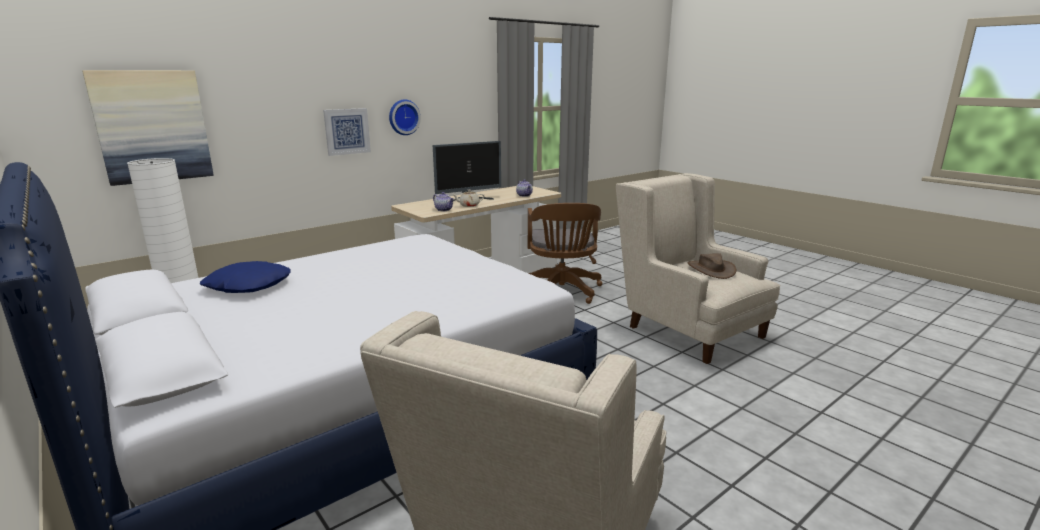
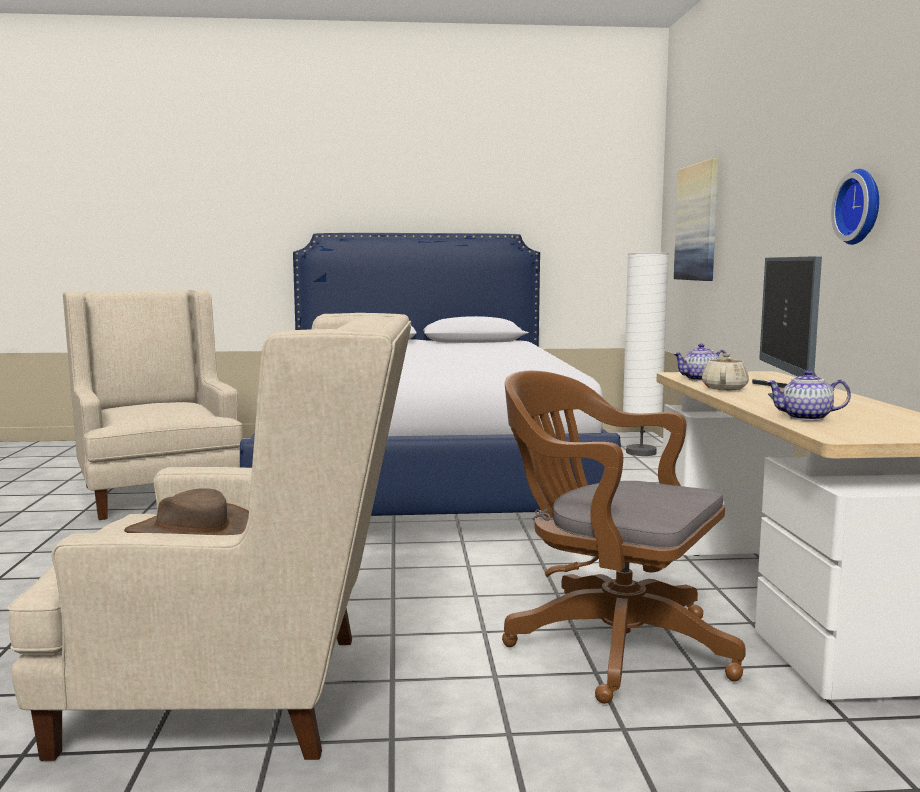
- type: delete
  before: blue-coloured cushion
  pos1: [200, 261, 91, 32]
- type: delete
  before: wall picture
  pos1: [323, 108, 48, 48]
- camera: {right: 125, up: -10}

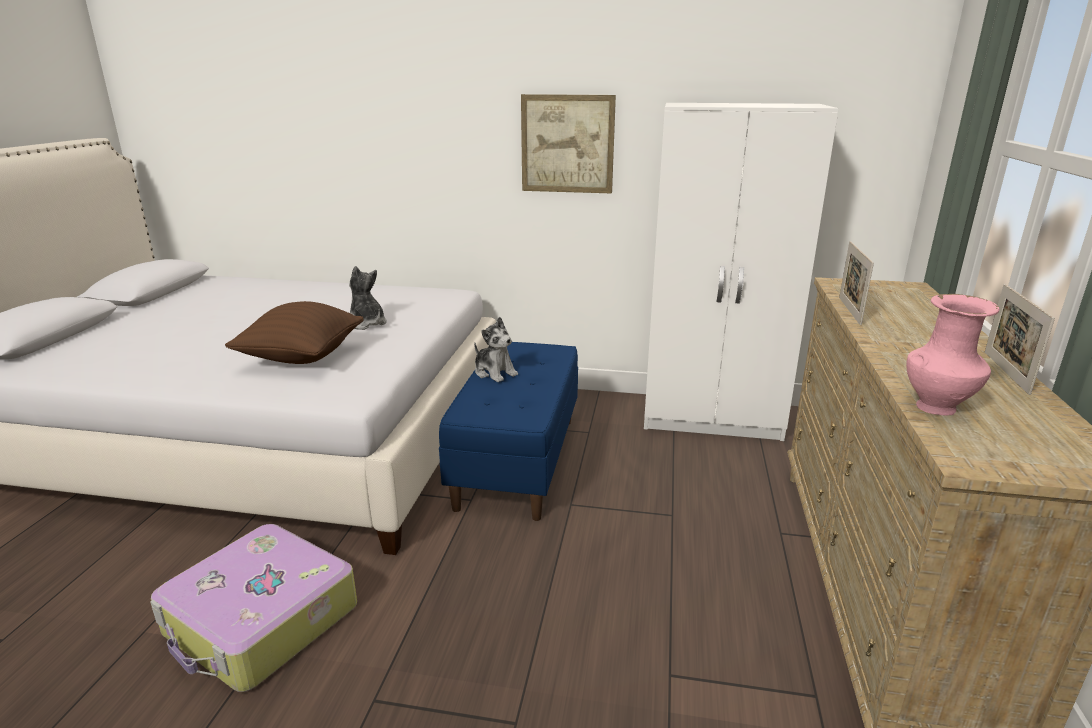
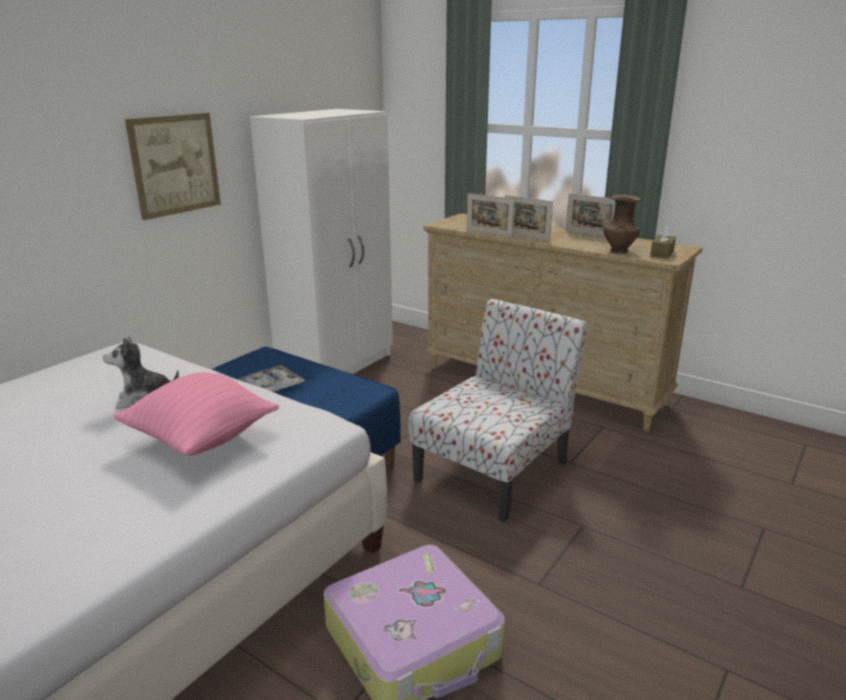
- type: recolor
  before: brownish cushion
  after: pink cushion
  pos1: [225, 301, 139, 63]
  pos2: [114, 372, 165, 83]
- type: replace
  before: soft toy
  after: carrying tray
  pos1: [474, 317, 44, 65]
  pos2: [237, 365, 68, 27]
- type: recolor
  before: pink vase
  after: brownish vase
  pos1: [906, 294, 94, 122]
  pos2: [604, 195, 37, 59]
- type: insert
  after: chair
  pos2: [408, 299, 180, 223]
- type: insert
  after: photo frame
  pos2: [505, 195, 48, 45]
- type: insert
  after: brownish box of tissues
  pos2: [650, 225, 26, 34]
- camera: {right: -65, up: 0}

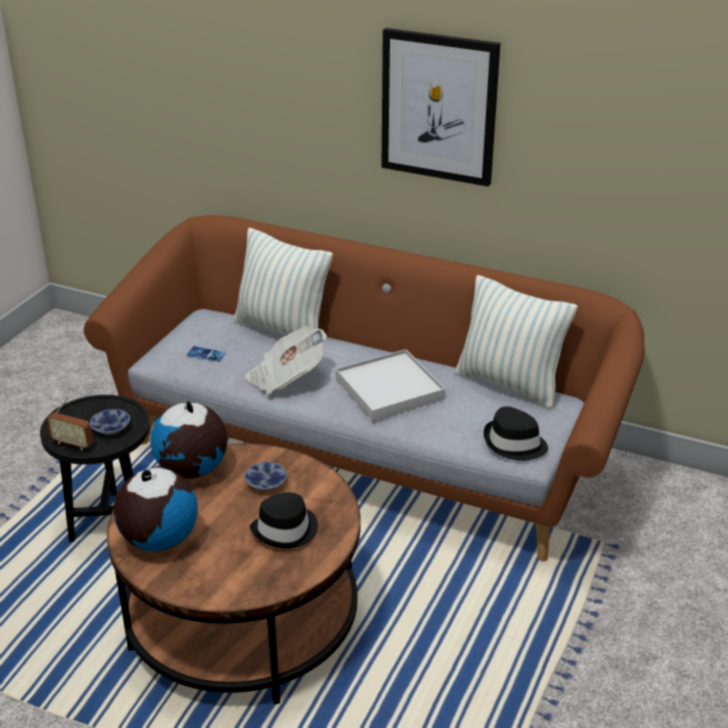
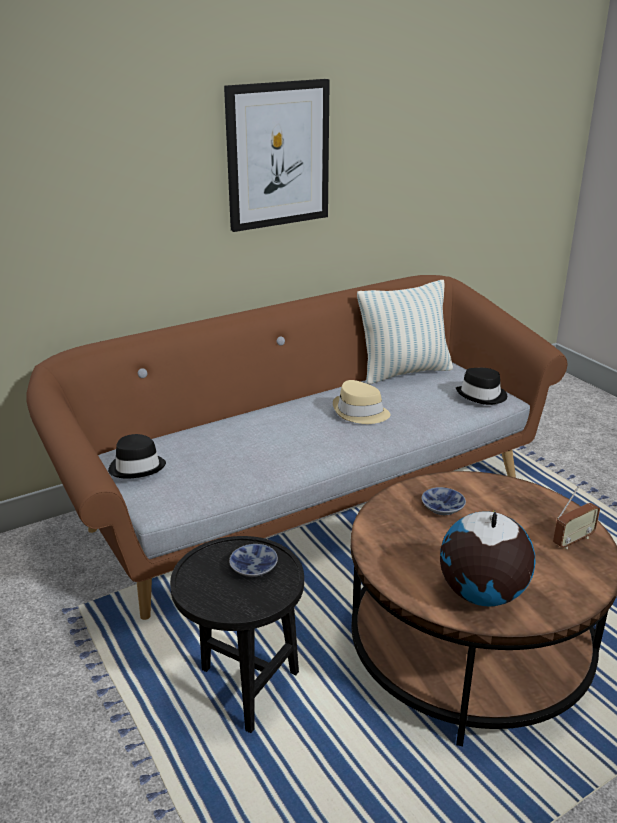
- type: move
  before: radio
  pos1: [47, 396, 46, 54]
  pos2: [553, 485, 47, 64]
- type: delete
  before: desk globe
  pos1: [150, 401, 77, 77]
- type: delete
  before: handset
  pos1: [187, 346, 39, 16]
- type: delete
  before: cushion
  pos1: [234, 228, 99, 107]
- type: delete
  before: printed paper
  pos1: [245, 326, 82, 69]
- type: move
  before: blackish wearable hat
  pos1: [250, 492, 68, 56]
  pos2: [108, 434, 58, 45]
- type: replace
  before: white carrying tray
  after: sand-coloured wearable hat
  pos1: [336, 349, 110, 72]
  pos2: [333, 380, 57, 44]
- camera: {right: -55, up: -5}

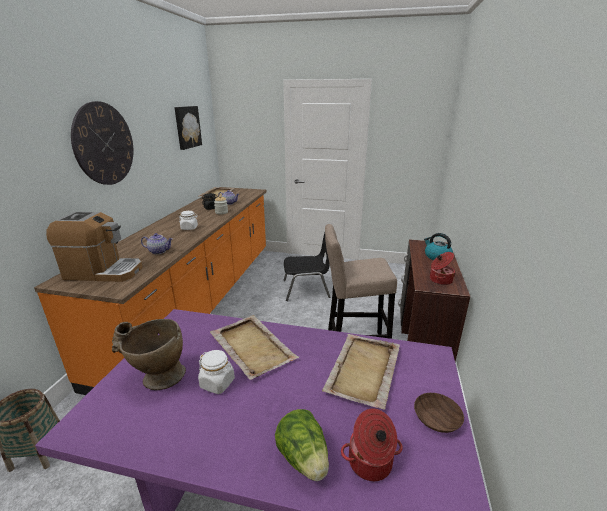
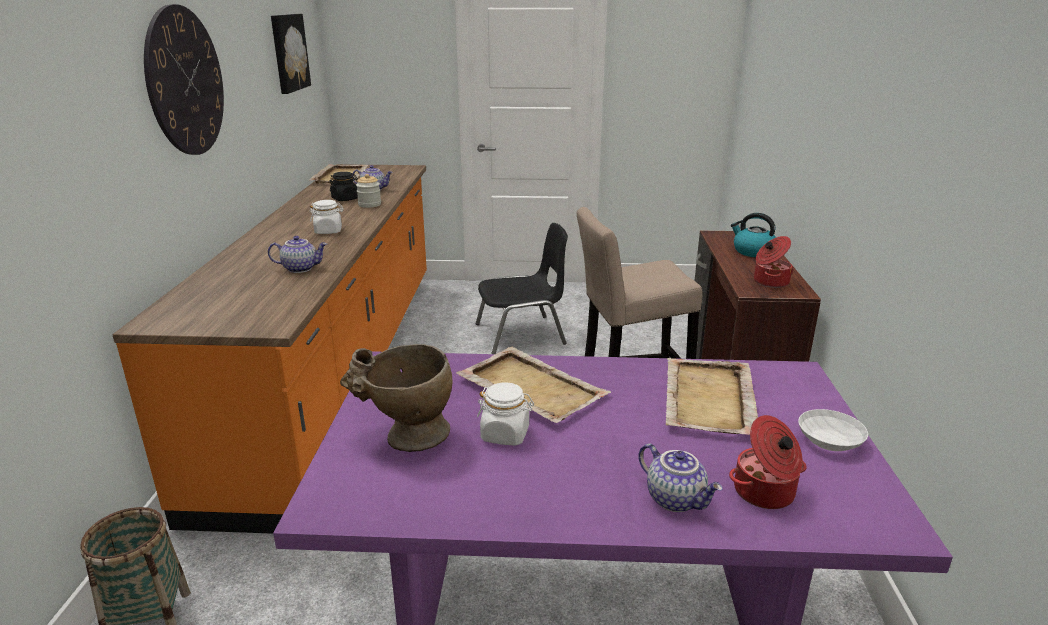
- type: delete
  before: coffee machine
  pos1: [46, 212, 97, 70]
- type: replace
  before: lettuce
  after: pot for tea
  pos1: [275, 409, 54, 72]
  pos2: [638, 444, 85, 68]
- type: recolor
  before: brownish serving bowl
  after: white serving bowl
  pos1: [414, 393, 50, 40]
  pos2: [798, 409, 70, 42]
- camera: {right: -10, up: 0}

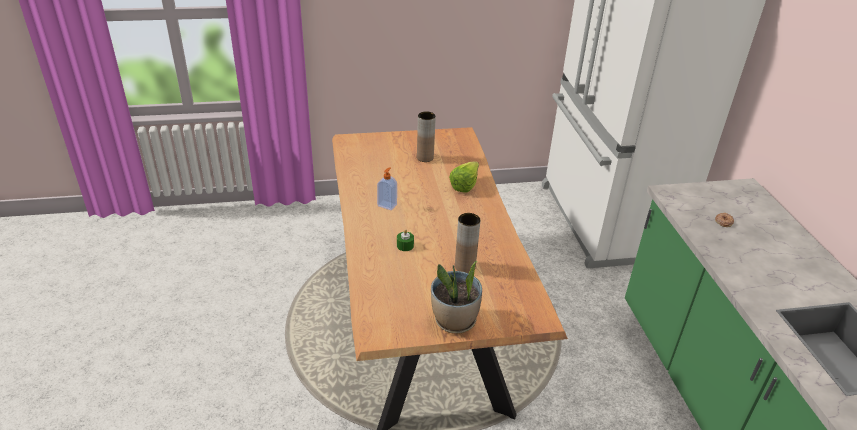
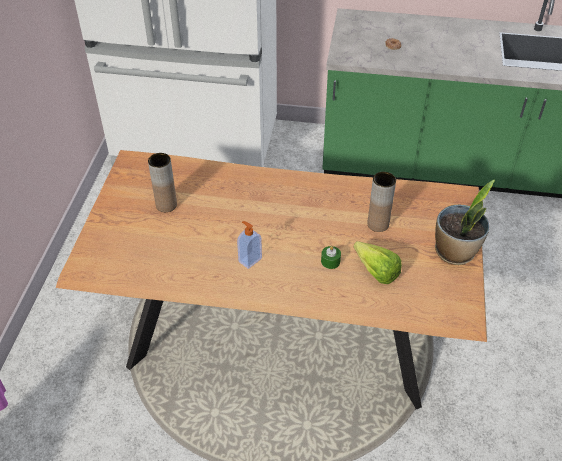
- type: move
  before: lettuce
  pos1: [449, 161, 30, 31]
  pos2: [354, 241, 48, 43]
- camera: {right: -70, up: 10}

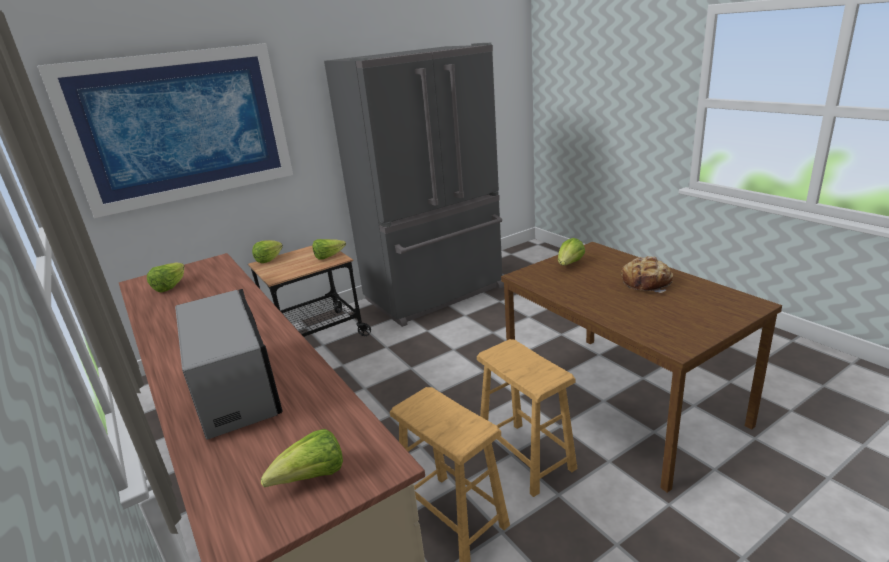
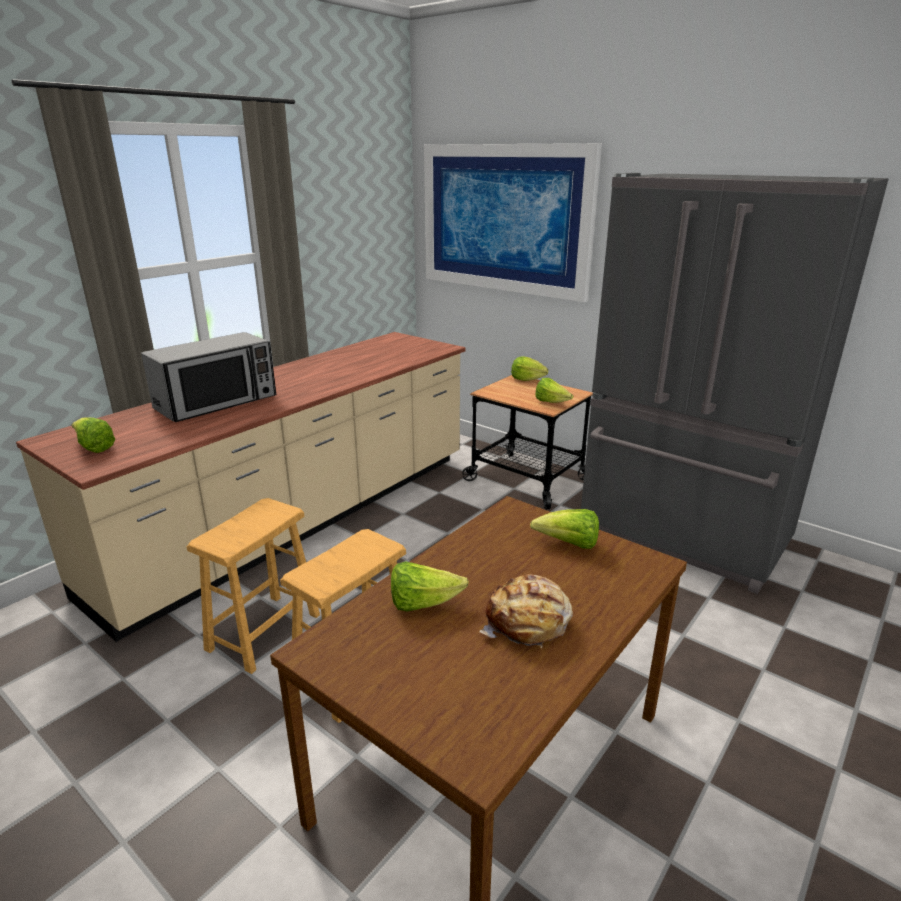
- type: move
  before: lettuce
  pos1: [147, 263, 38, 29]
  pos2: [391, 562, 78, 50]
- camera: {right: 70, up: 0}

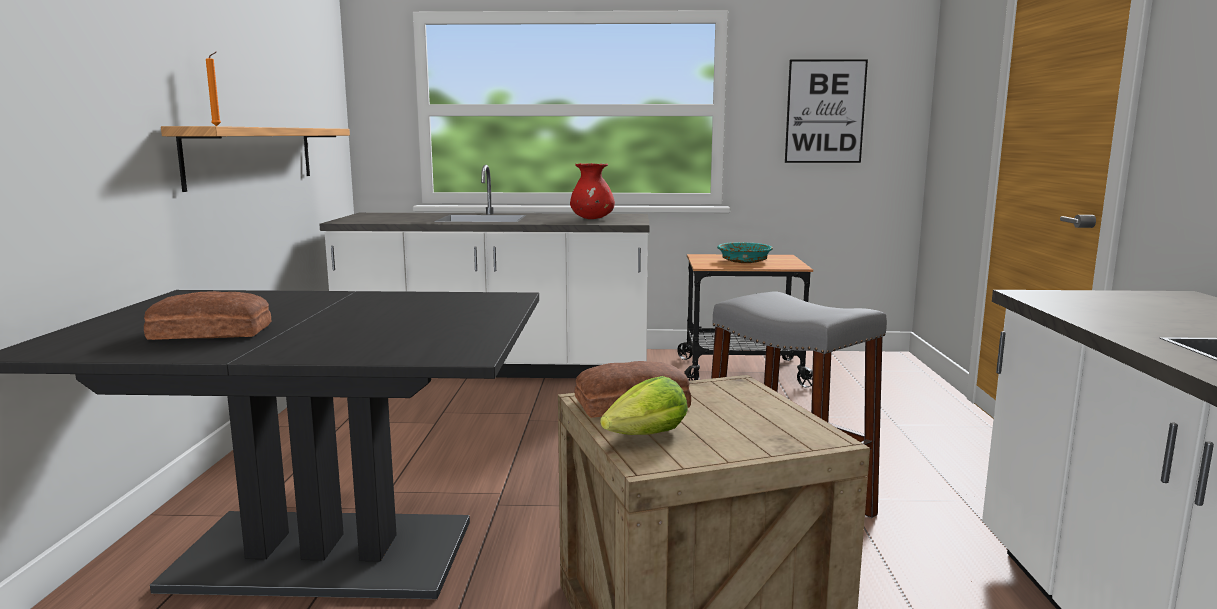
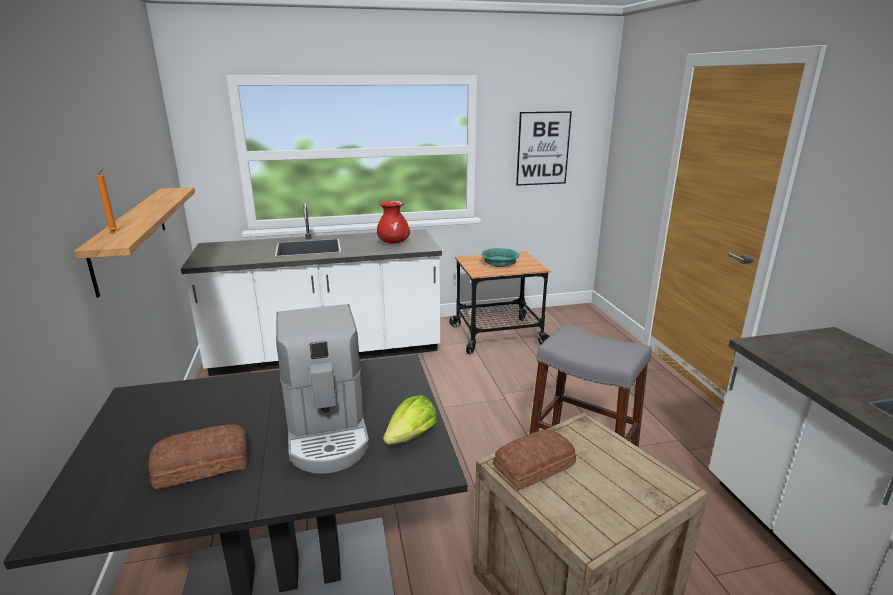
- type: move
  before: lettuce
  pos1: [600, 376, 88, 59]
  pos2: [383, 395, 54, 50]
- type: insert
  after: coffee machine
  pos2: [276, 304, 93, 169]
- camera: {right: -15, up: 10}

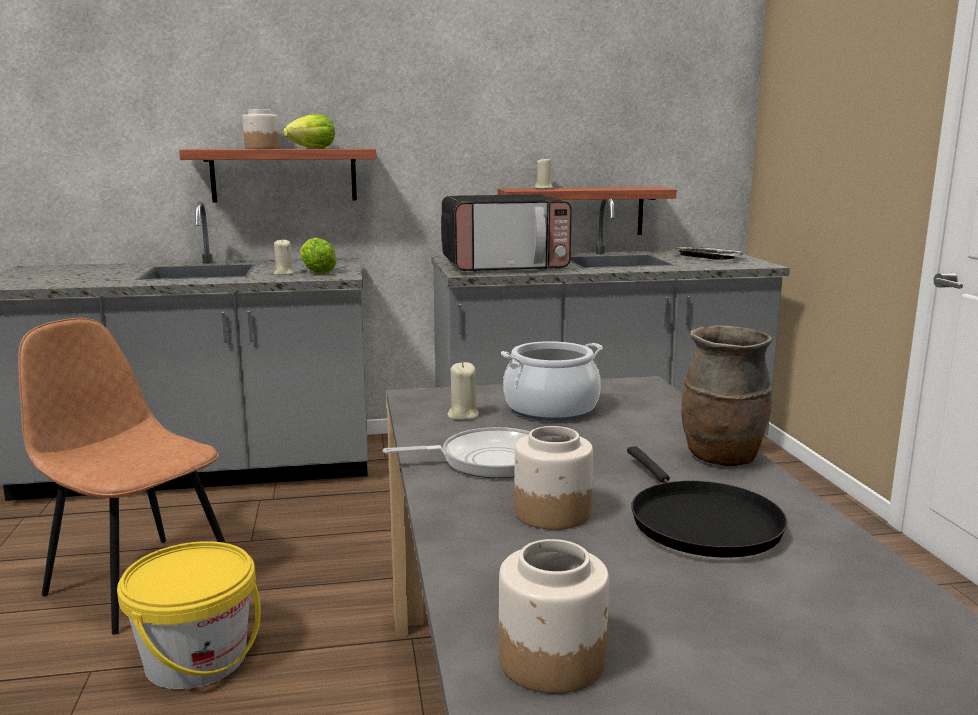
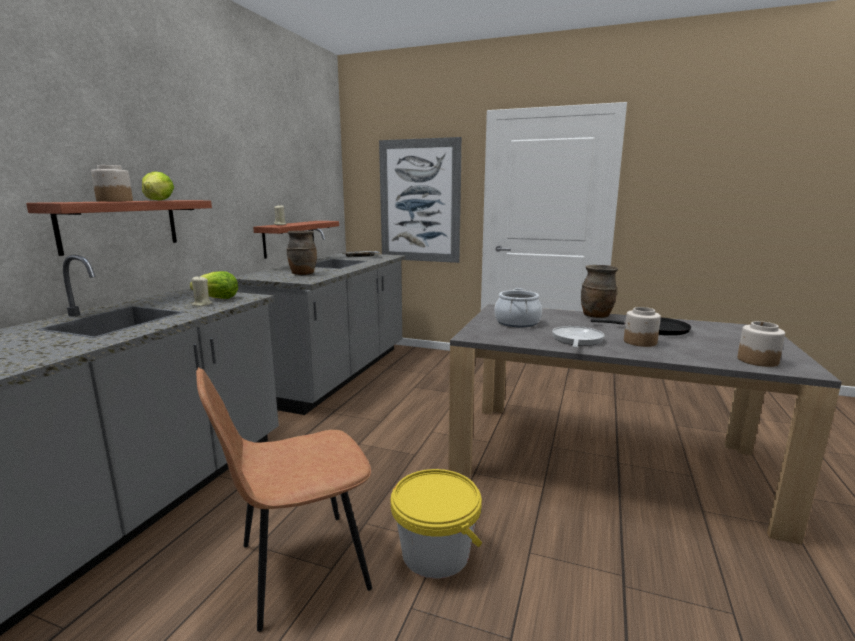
- type: replace
  before: microwave oven
  after: brownish vase
  pos1: [441, 195, 131, 76]
  pos2: [287, 231, 30, 44]
- type: delete
  before: sand-coloured wax light
  pos1: [447, 362, 32, 58]
- type: insert
  after: wall picture
  pos2: [379, 137, 83, 126]
- camera: {right: -60, up: 0}

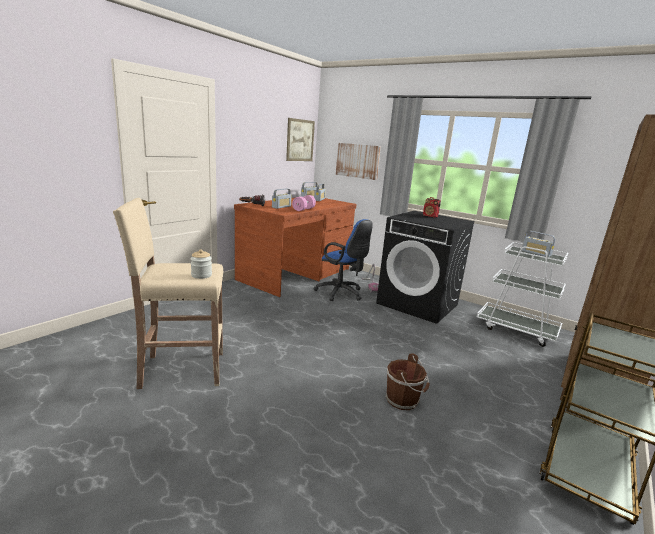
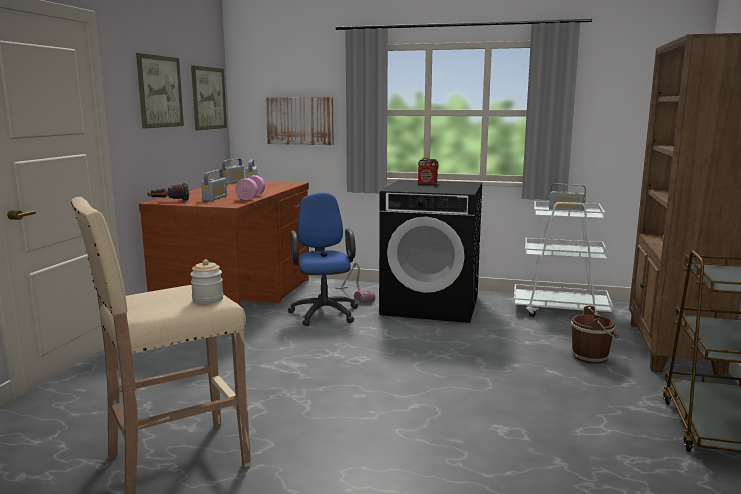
- type: rotate
  before: blue-coloured desk chair
  pos1: [314, 219, 59, 82]
  pos2: [288, 192, 70, 134]
  turn: -120
- type: move
  before: brownish bucket
  pos1: [385, 353, 45, 57]
  pos2: [571, 305, 47, 59]
- type: insert
  after: wall picture
  pos2: [136, 53, 48, 76]
- camera: {right: -20, up: -5}

